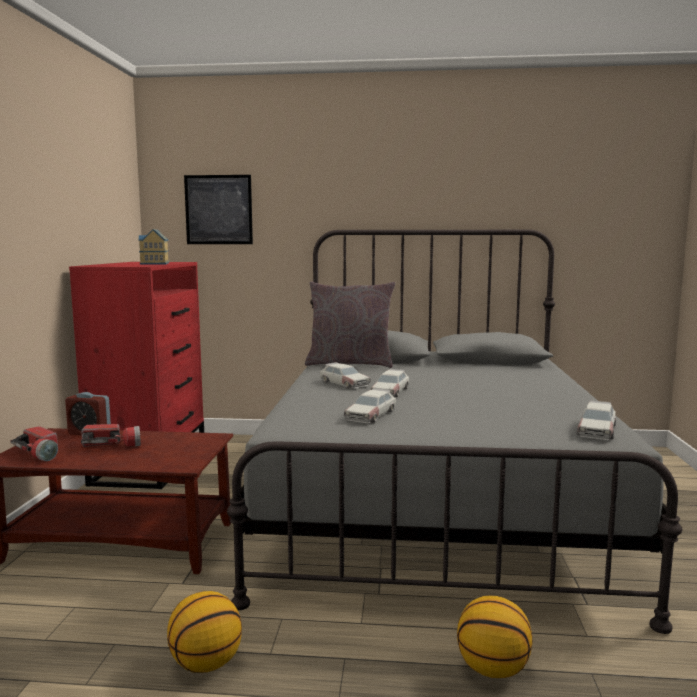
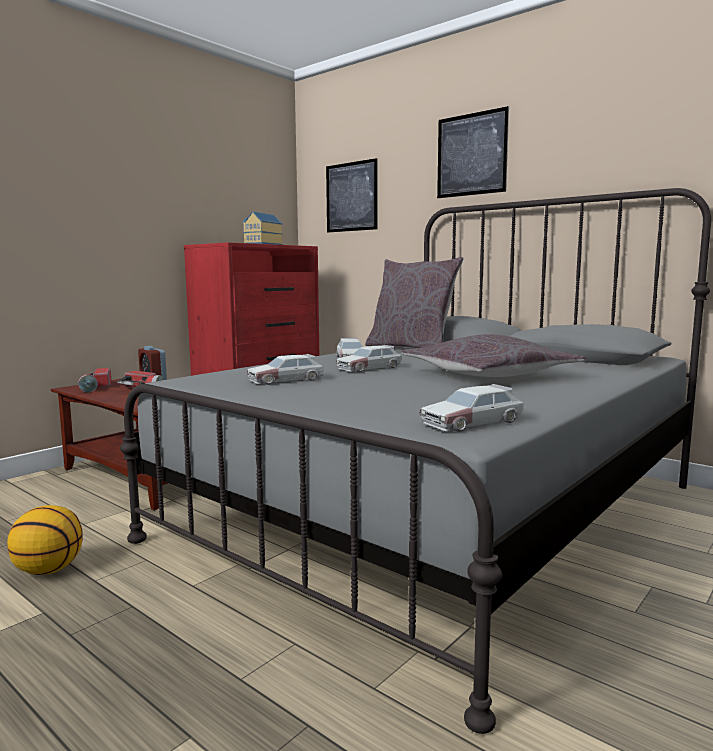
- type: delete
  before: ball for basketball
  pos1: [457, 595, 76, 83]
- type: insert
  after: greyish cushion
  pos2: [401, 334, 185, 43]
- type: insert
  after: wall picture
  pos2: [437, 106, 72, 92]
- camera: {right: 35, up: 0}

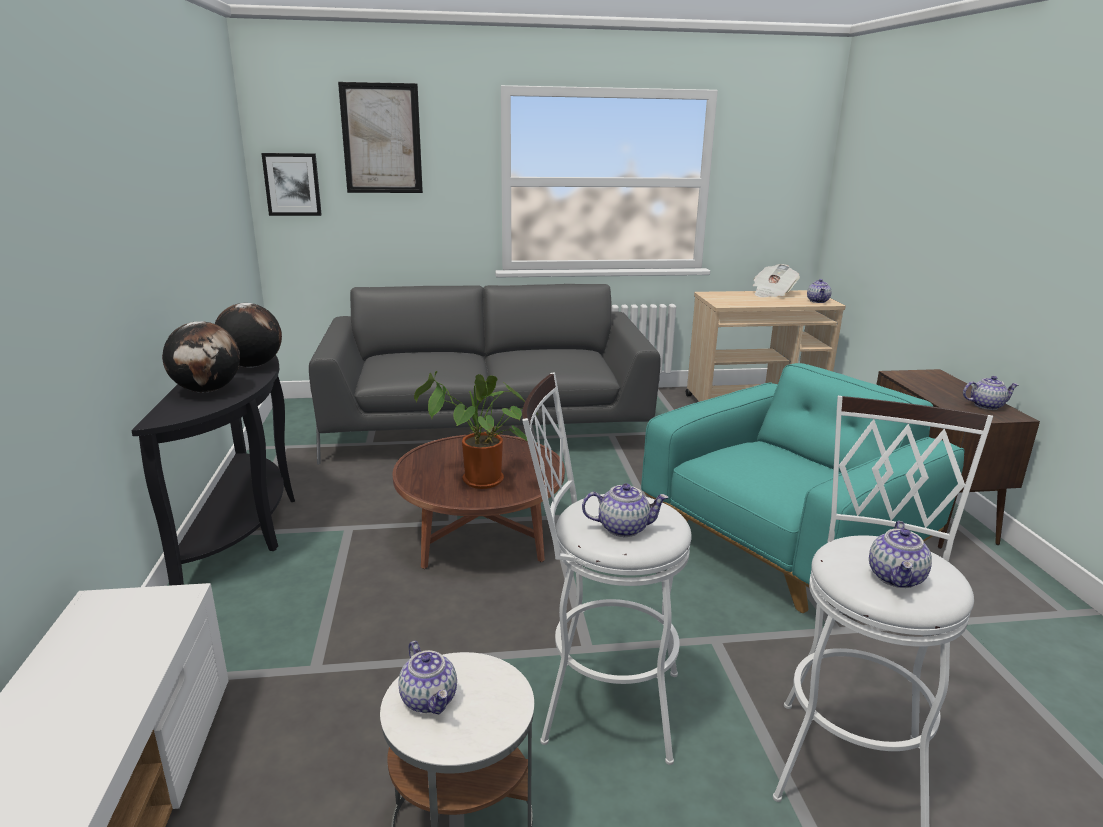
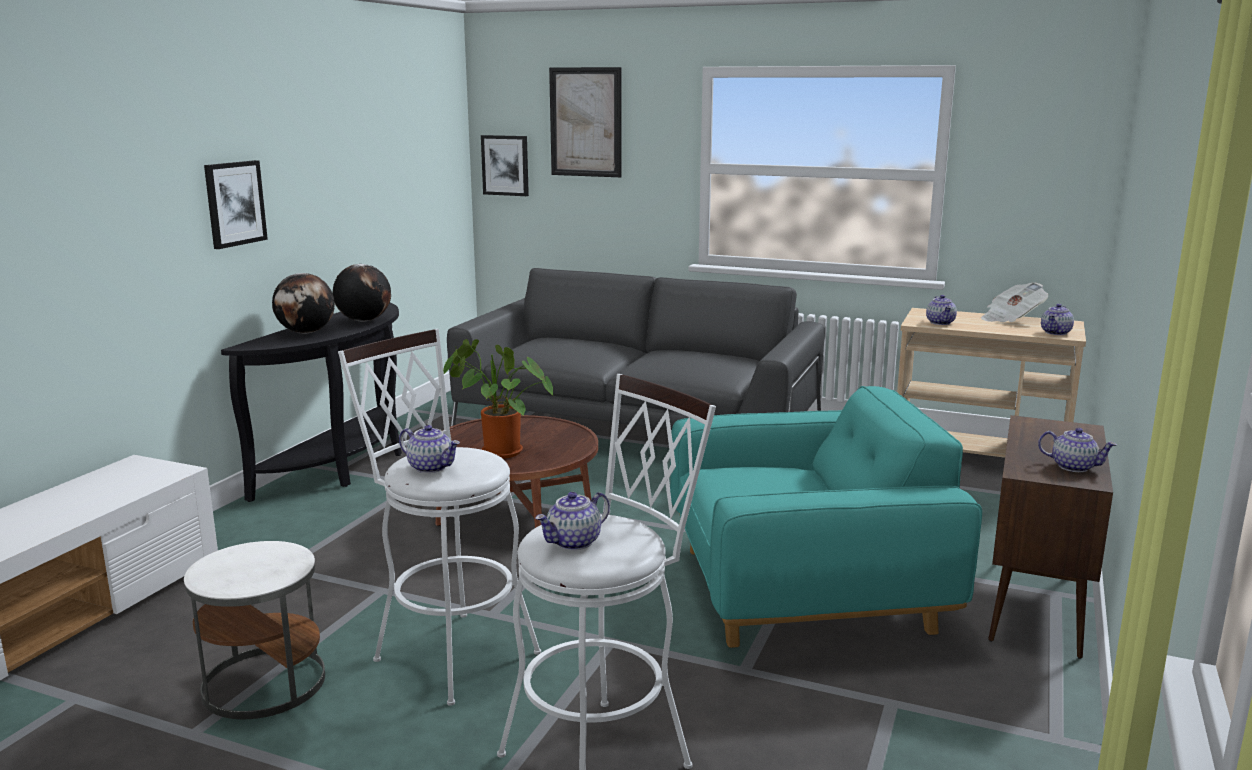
- type: move
  before: pot for tea
  pos1: [398, 641, 59, 73]
  pos2: [926, 295, 31, 30]
- type: insert
  after: wall picture
  pos2: [204, 160, 64, 89]
- camera: {right: 30, up: -5}

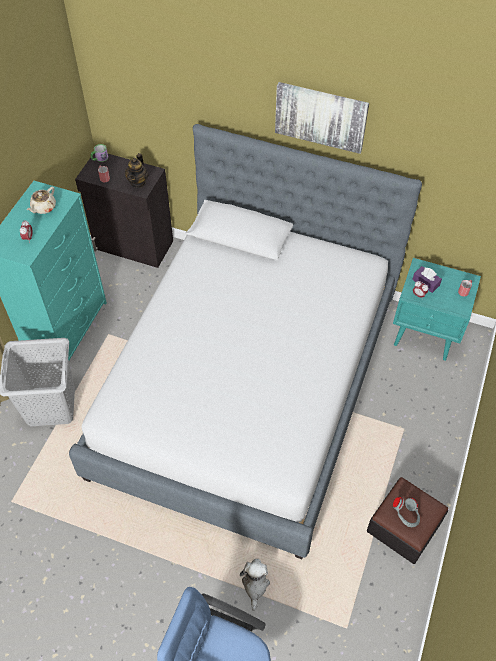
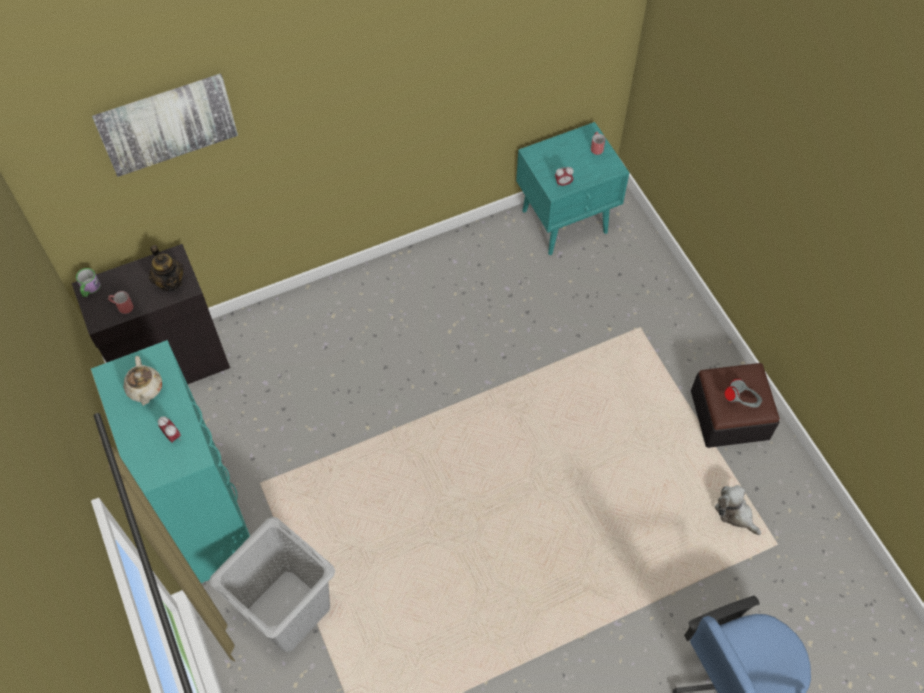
- type: delete
  before: bedroom bed
  pos1: [69, 124, 353, 435]
- type: move
  before: soft toy
  pos1: [240, 559, 30, 52]
  pos2: [715, 485, 46, 50]
- type: move
  before: wall picture
  pos1: [275, 82, 94, 72]
  pos2: [92, 74, 146, 103]
- type: delete
  before: purplish box of tissues
  pos1: [412, 266, 30, 27]
- camera: {right: -45, up: 5}

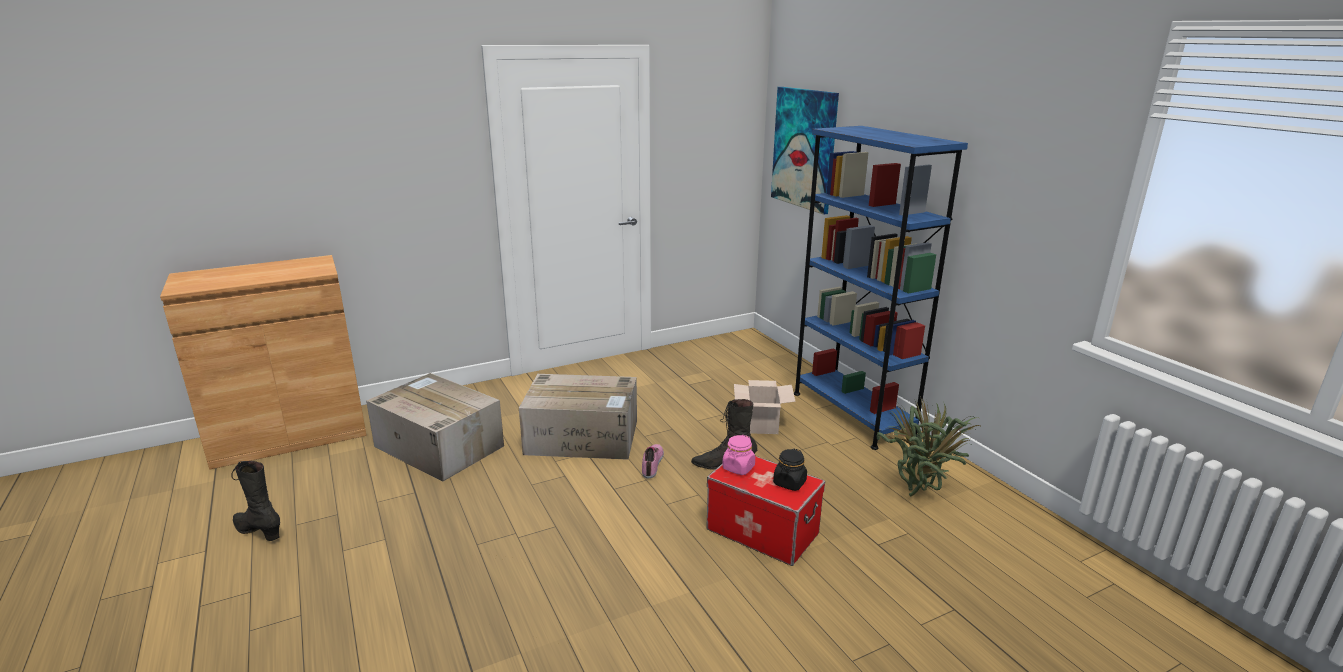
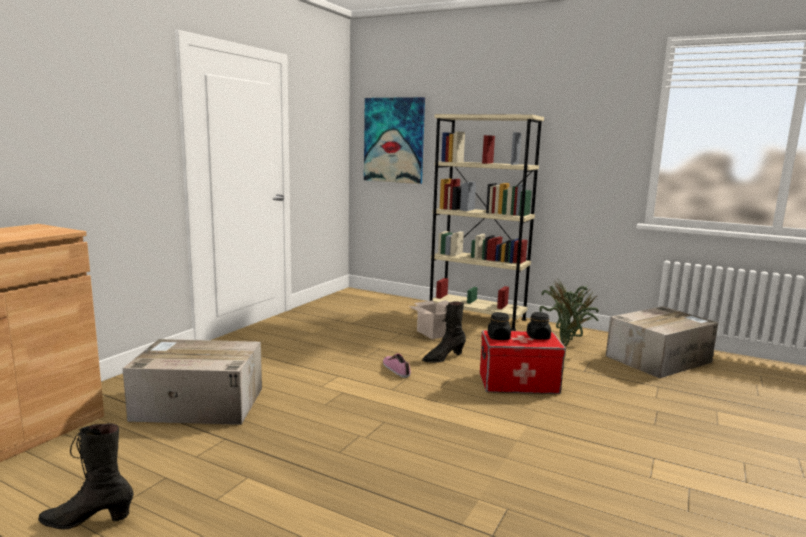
- type: move
  before: packing box
  pos1: [519, 374, 118, 86]
  pos2: [606, 306, 112, 72]
- type: recolor
  before: pink storage jar
  after: blackish storage jar
  pos1: [722, 435, 33, 40]
  pos2: [488, 312, 23, 28]
- type: recolor
  before: blue-coloured shelving unit
  after: sand-coloured shelving unit
  pos1: [794, 126, 174, 324]
  pos2: [429, 114, 115, 217]
- camera: {right: -35, up: -10}

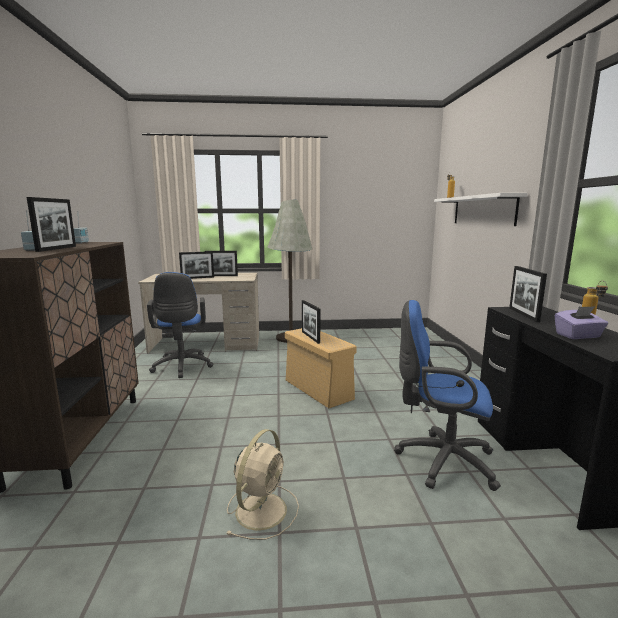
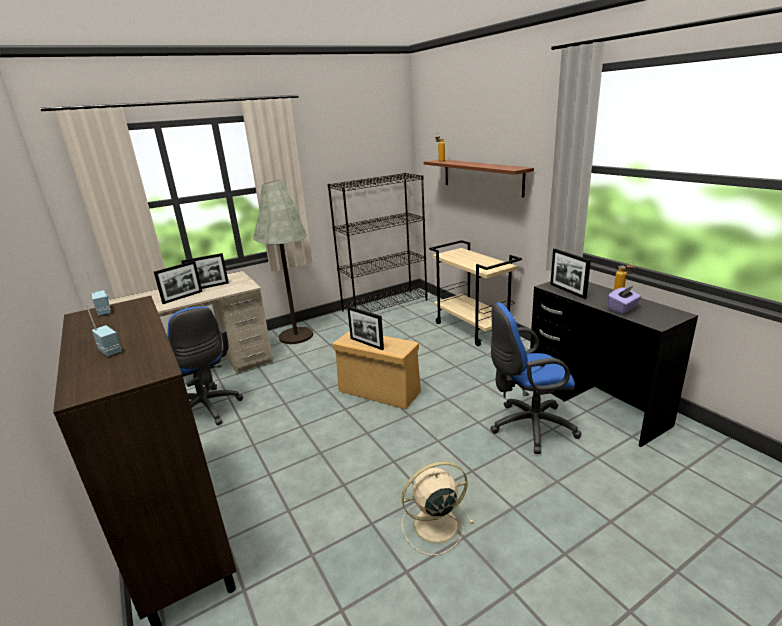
- type: delete
  before: photo frame
  pos1: [27, 197, 49, 55]
- type: rotate
  before: sand-coloured electric fan
  pos1: [227, 429, 72, 111]
  pos2: [402, 461, 72, 94]
  turn: -105
- type: recolor
  before: white wall shelf
  after: brownish wall shelf
  pos1: [434, 193, 94, 33]
  pos2: [424, 160, 110, 37]
- type: insert
  after: blackish shelving unit
  pos2: [328, 173, 99, 140]
- type: insert
  after: sand-coloured wheeled cart
  pos2: [429, 240, 93, 106]
- camera: {right: -25, up: 10}

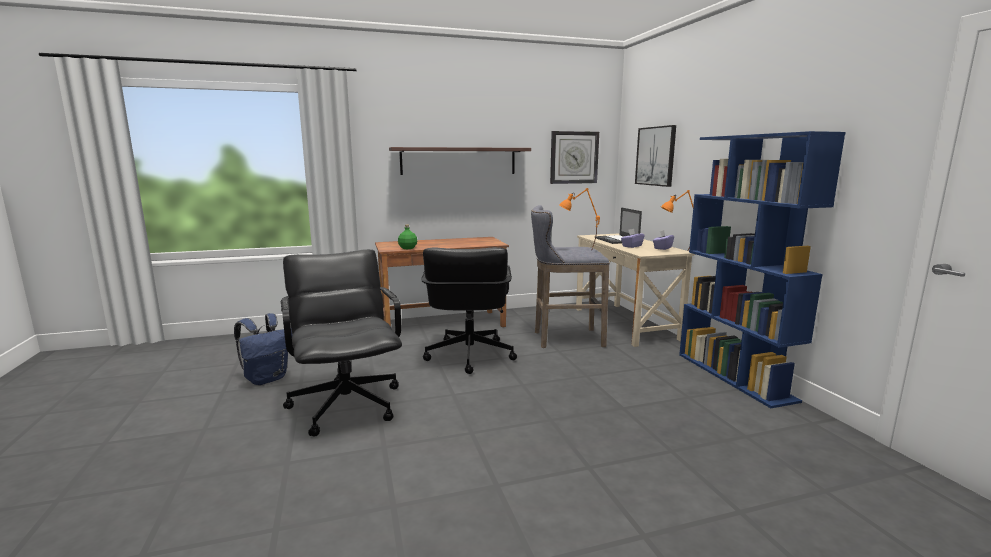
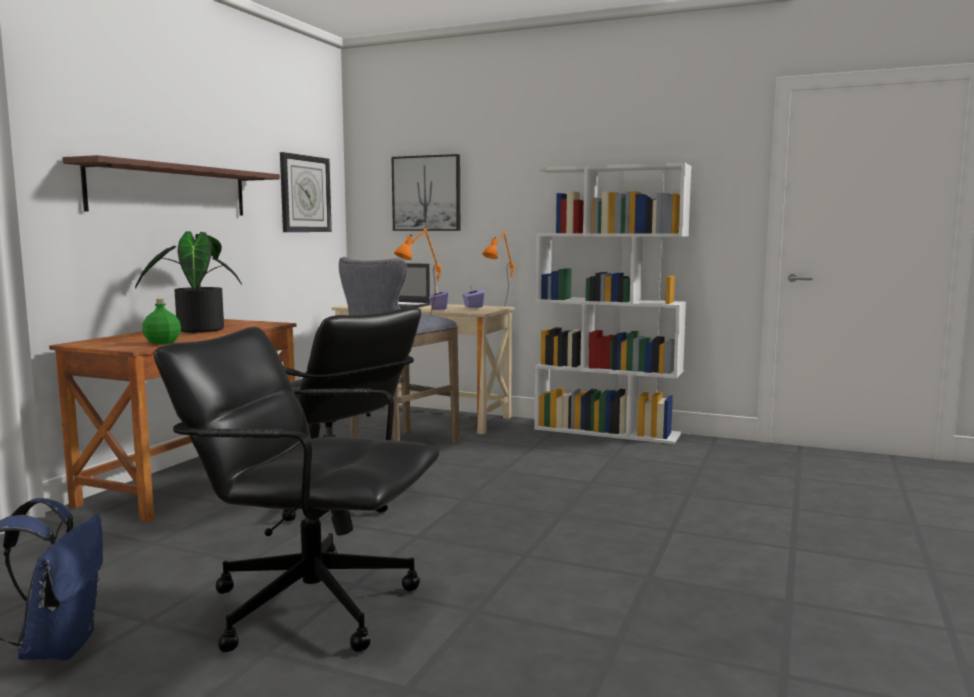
- type: recolor
  before: blue-coloured shelving unit
  after: white shelving unit
  pos1: [679, 131, 167, 277]
  pos2: [534, 163, 158, 281]
- type: insert
  after: houseplant
  pos2: [135, 231, 107, 102]
- camera: {right: -50, up: -5}

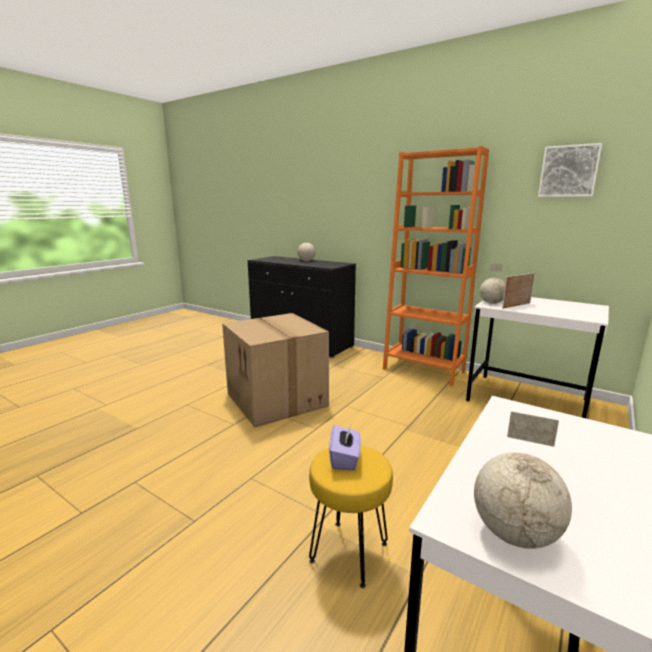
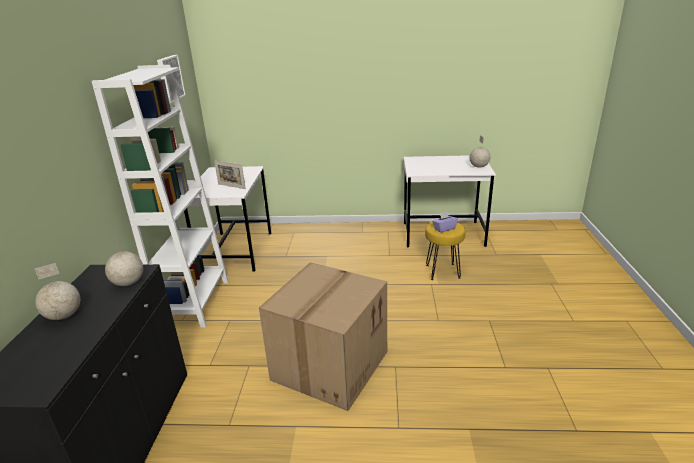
- type: recolor
  before: orange shelving unit
  after: white shelving unit
  pos1: [383, 146, 106, 240]
  pos2: [92, 65, 137, 263]
- type: move
  before: desk globe
  pos1: [480, 263, 25, 41]
  pos2: [105, 234, 38, 52]
- camera: {right: -120, up: 10}

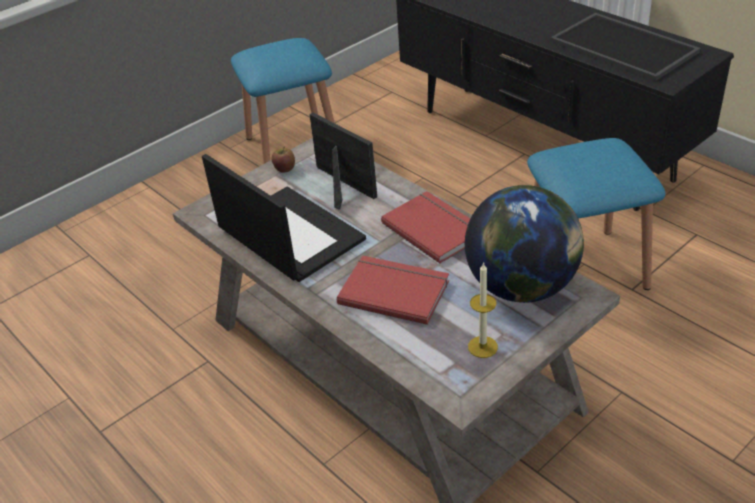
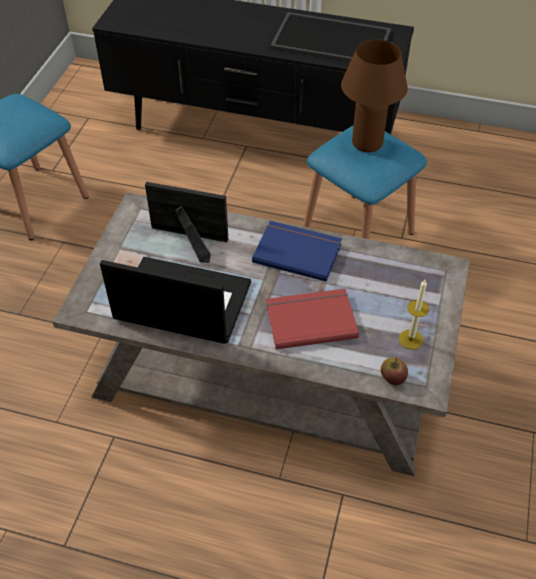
- type: move
  before: whole apple
  pos1: [272, 146, 23, 27]
  pos2: [381, 357, 27, 28]
- type: recolor
  before: reddish book
  after: blue-coloured book
  pos1: [381, 191, 89, 72]
  pos2: [252, 221, 90, 61]
- type: delete
  before: desk globe
  pos1: [465, 185, 119, 118]
- type: insert
  after: brownish table lamp
  pos2: [341, 40, 67, 112]
- camera: {right: -35, up: 10}

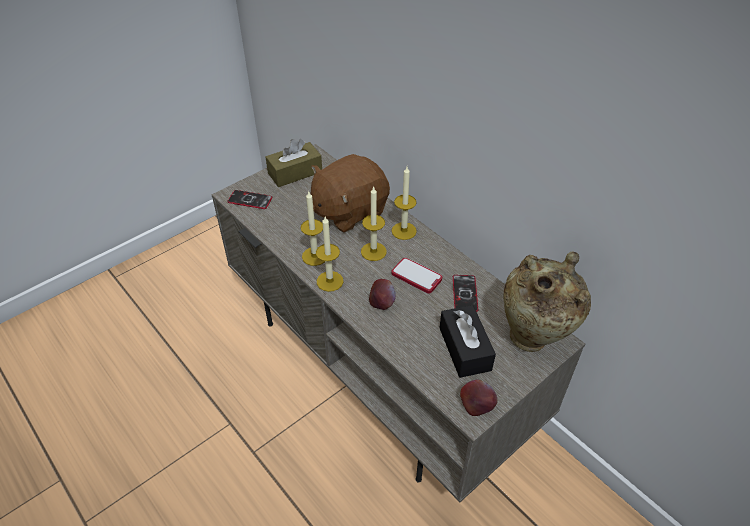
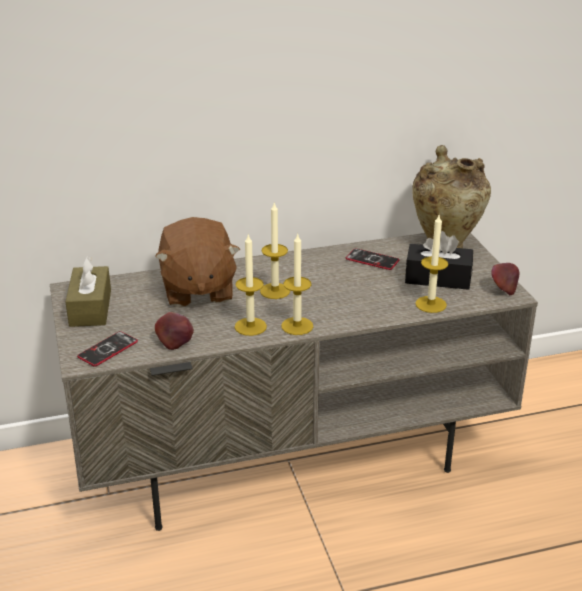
- type: move
  before: whole apple
  pos1: [369, 279, 27, 31]
  pos2: [155, 312, 39, 38]
- type: move
  before: wax light
  pos1: [392, 167, 25, 73]
  pos2: [415, 215, 33, 98]
- type: delete
  before: handset
  pos1: [392, 258, 50, 36]
- camera: {right: -65, up: -15}

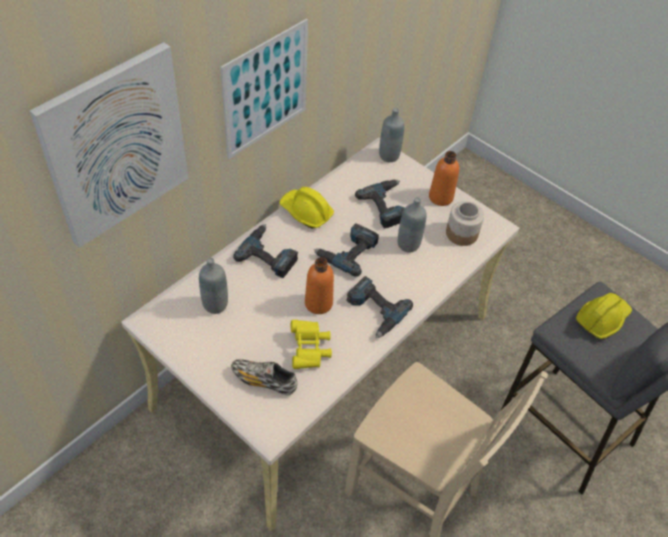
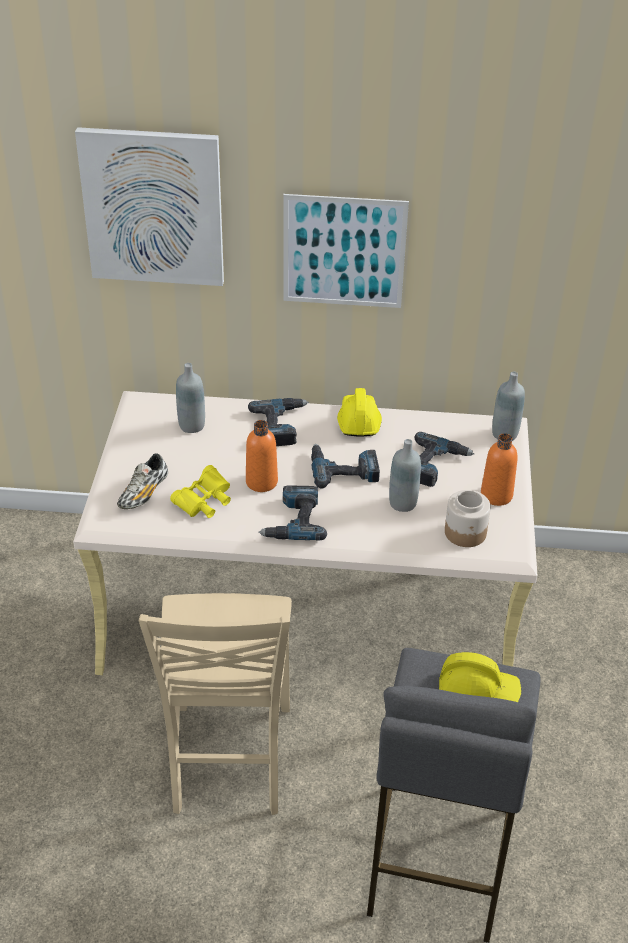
- type: rotate
  before: shoe
  pos1: [231, 359, 66, 36]
  pos2: [117, 453, 51, 56]
  turn: -135
- camera: {right: 55, up: -10}

